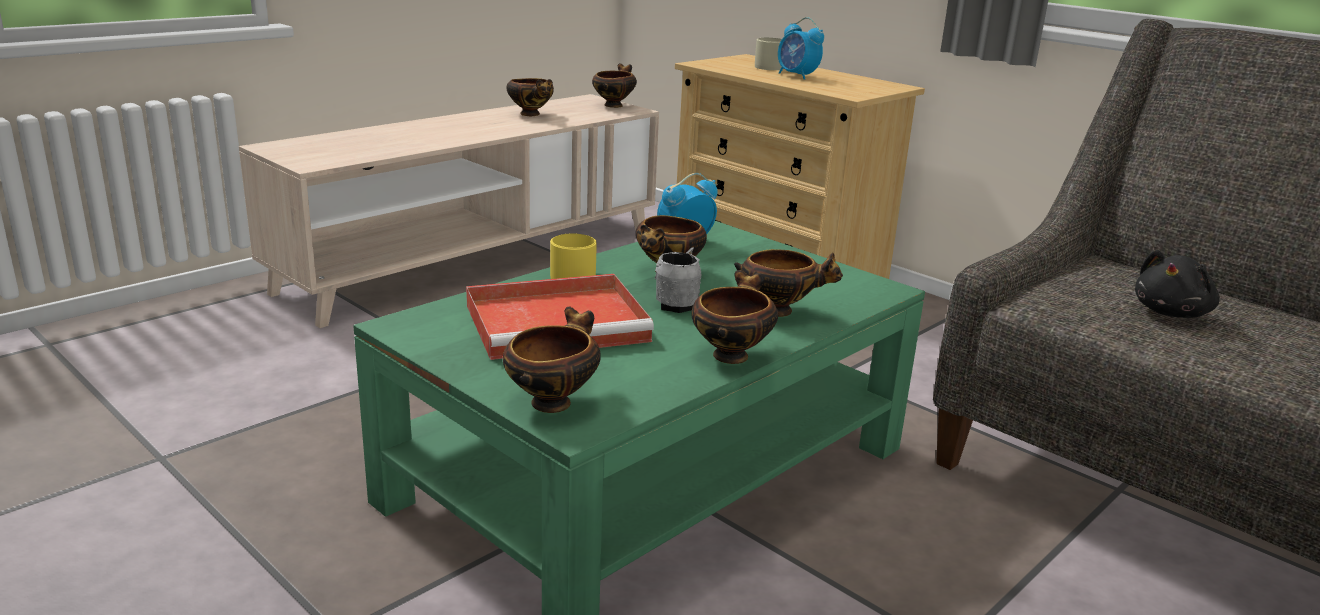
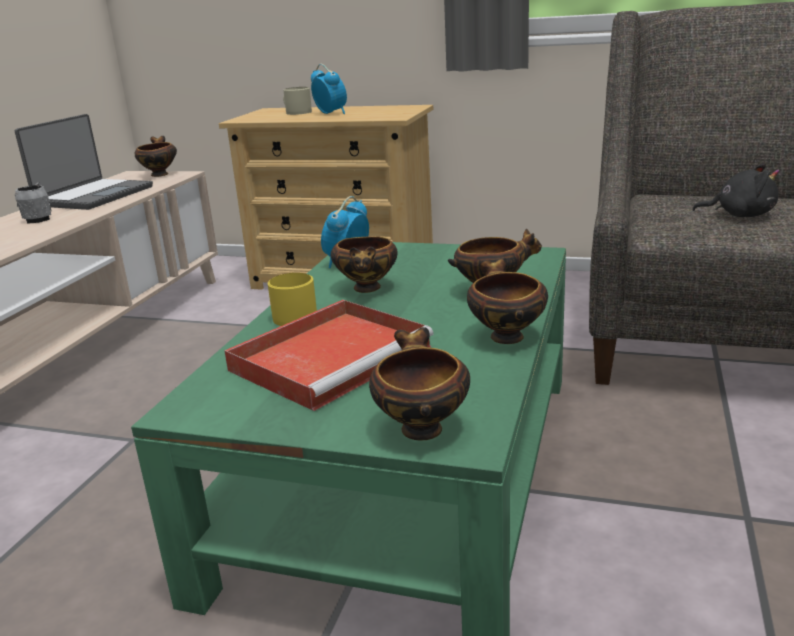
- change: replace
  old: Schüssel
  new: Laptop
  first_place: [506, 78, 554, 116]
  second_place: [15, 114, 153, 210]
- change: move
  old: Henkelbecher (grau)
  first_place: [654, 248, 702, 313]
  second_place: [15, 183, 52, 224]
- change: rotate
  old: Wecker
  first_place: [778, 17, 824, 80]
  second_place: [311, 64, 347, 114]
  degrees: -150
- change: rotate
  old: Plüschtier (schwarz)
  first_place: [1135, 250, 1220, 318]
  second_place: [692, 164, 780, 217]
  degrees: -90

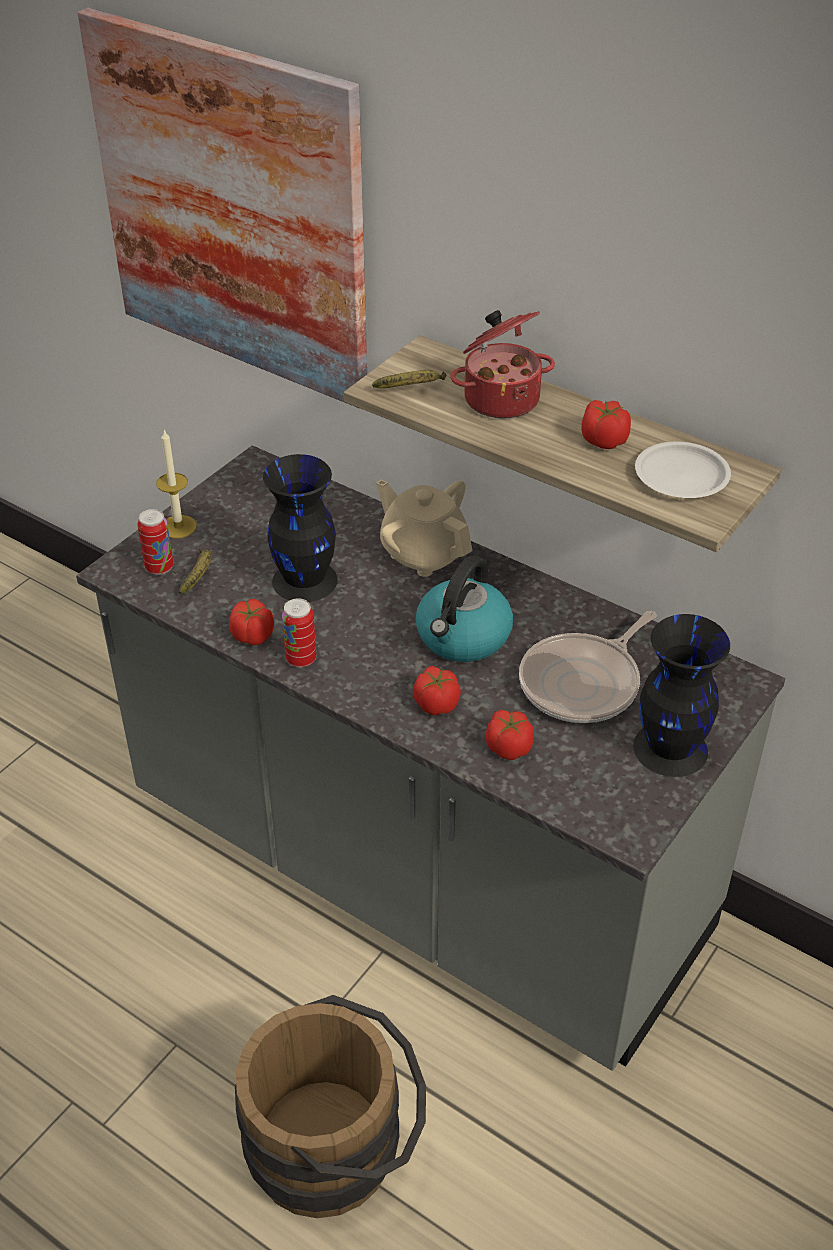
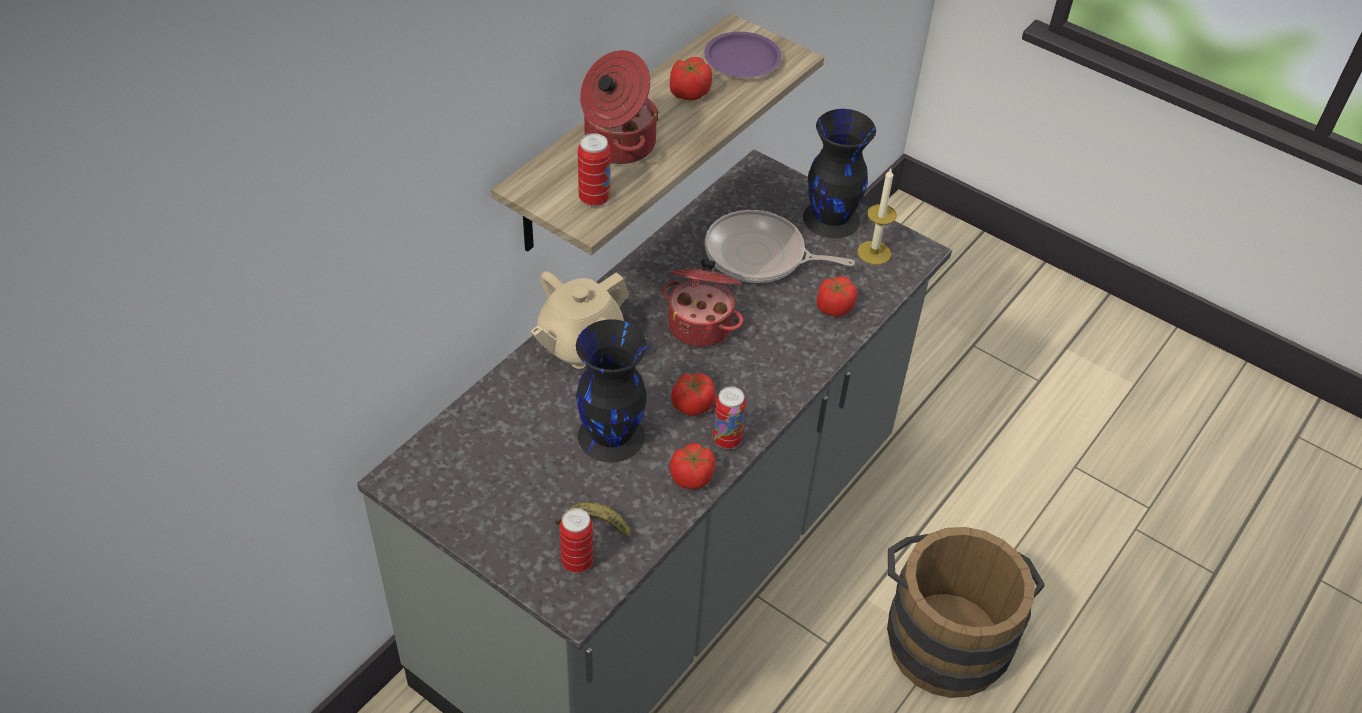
- change: delete
  old: Bild
  first_place: [78, 8, 367, 408]
- change: move
  old: Kerze
  first_place: [156, 430, 197, 538]
  second_place: [857, 169, 897, 265]
- change: replace
  old: Banane
  new: Dose
  first_place: [372, 370, 446, 388]
  second_place: [578, 133, 610, 207]
- change: move
  old: Tomate
  first_place: [413, 666, 461, 716]
  second_place: [671, 373, 716, 416]
- change: replace
  old: Wasserkessel
  new: Kochtopf
  first_place: [416, 556, 513, 662]
  second_place: [661, 259, 743, 347]
- change: rotate
  old: Pfanne
  first_place: [519, 611, 656, 723]
  second_place: [705, 210, 855, 283]
  degrees: 150
- change: recolor
  old: Teller (weiß)
  new: Teller (lila)
  first_place: [635, 441, 731, 498]
  second_place: [704, 32, 782, 78]

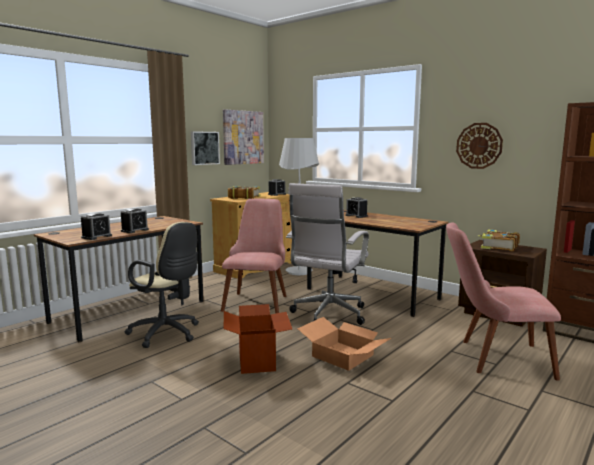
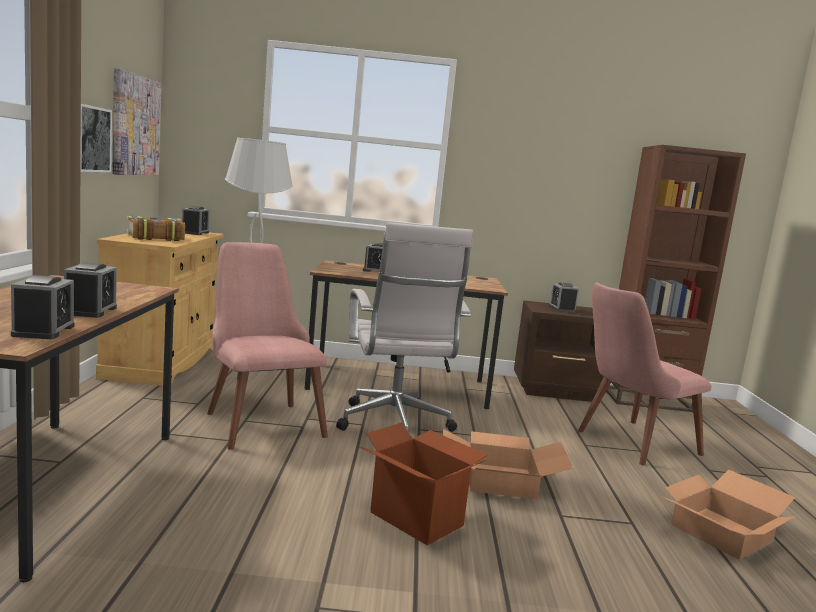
- change: delete
  old: Bürostuhl (beige)
  first_place: [125, 222, 199, 348]
- change: delete
  old: Wanduhr
  first_place: [456, 123, 503, 169]
- change: replace
  old: Buch
  new: Wecker
  first_place: [478, 229, 520, 252]
  second_place: [549, 283, 579, 313]
- change: insert
  new: Karton
  second_place: [661, 469, 796, 560]

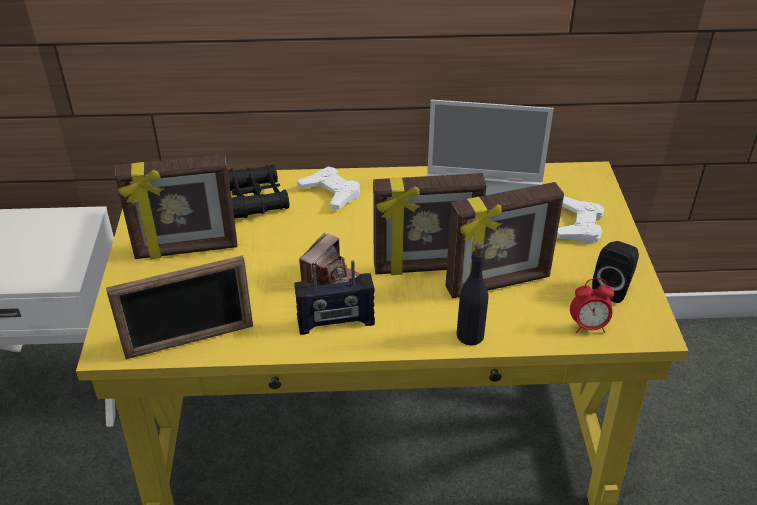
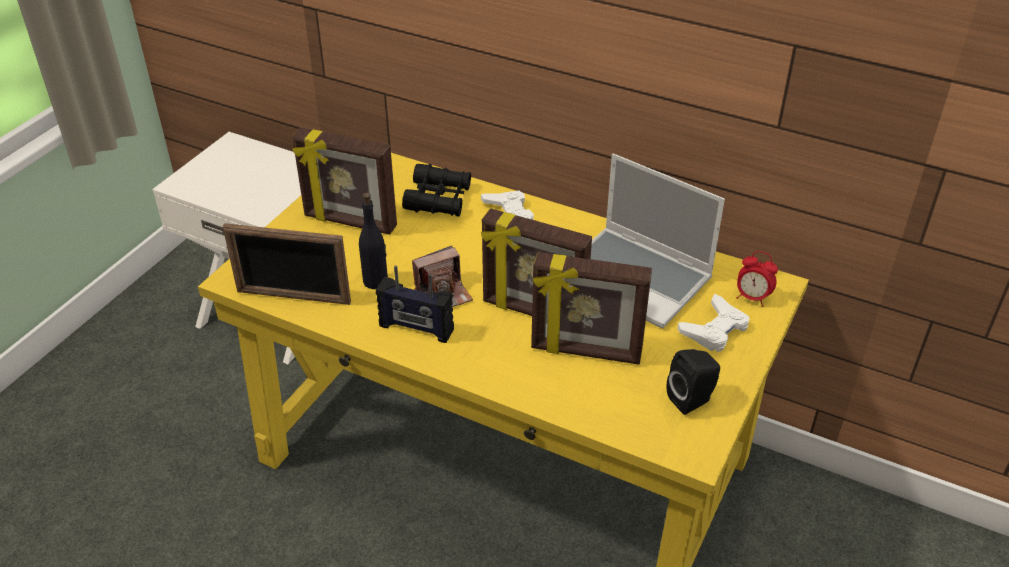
- change: move
  old: Flasche (schwarz)
  first_place: [456, 243, 489, 345]
  second_place: [359, 193, 388, 289]
- change: move
  old: Wecker
  first_place: [570, 278, 614, 333]
  second_place: [737, 251, 778, 307]

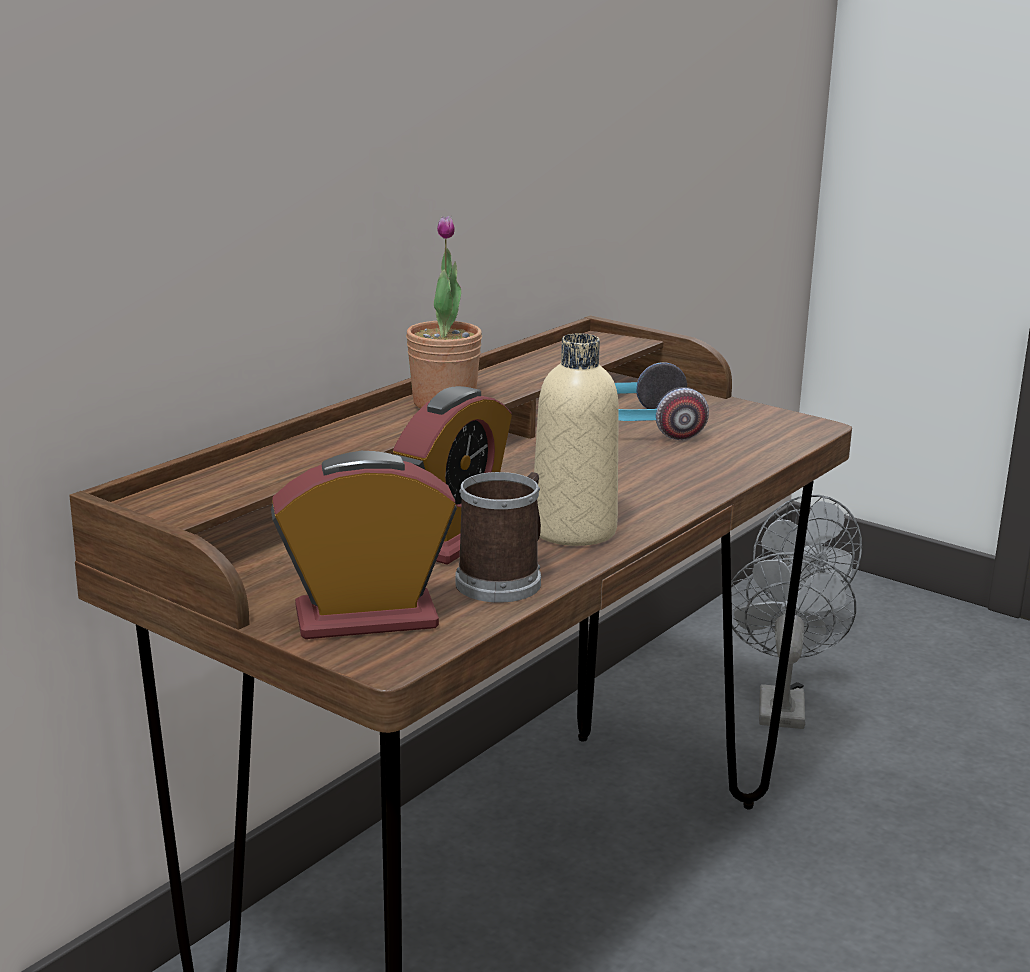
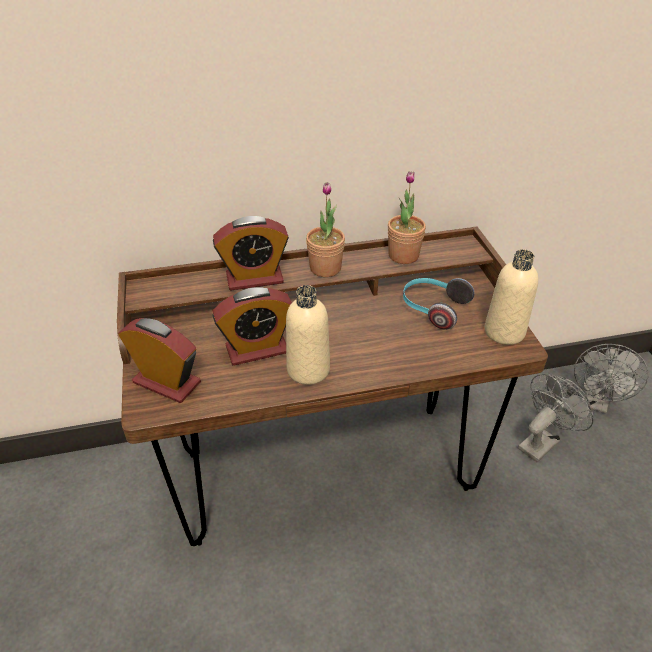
- change: delete
  old: Henkelbecher
  first_place: [455, 472, 541, 603]
- change: insert
  new: Wecker
  second_place: [213, 216, 289, 290]
- change: insert
  new: Topfpflanze
  second_place: [388, 171, 426, 264]
- change: insert
  new: Flasche (beige)
  second_place: [485, 249, 538, 345]

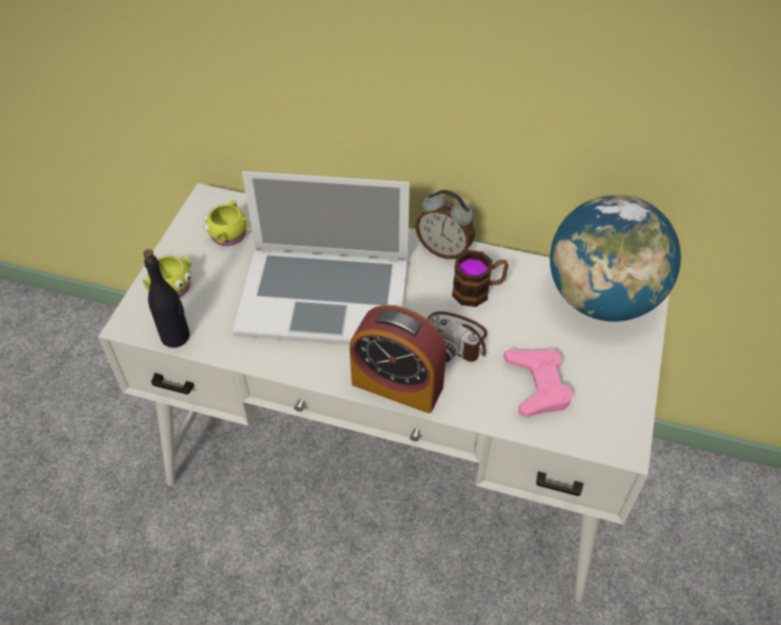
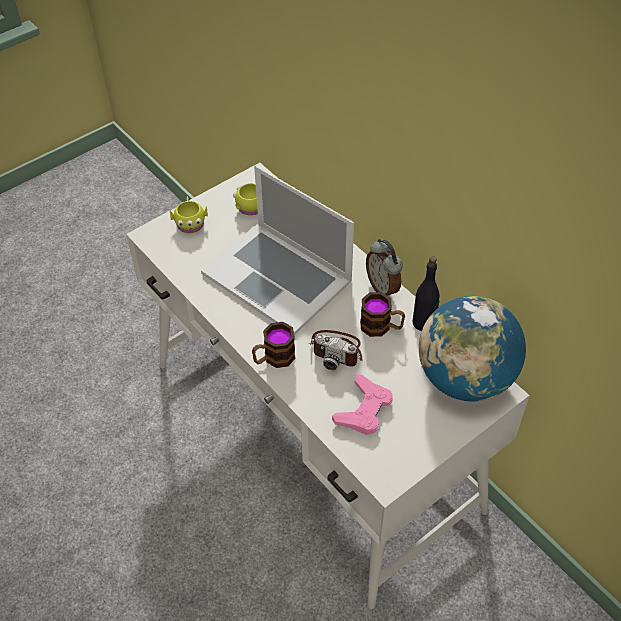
- change: move
  old: Flasche (schwarz)
  first_place: [143, 249, 190, 348]
  second_place: [412, 256, 440, 331]
- change: replace
  old: Wecker
  new: Henkelbecher
  first_place: [350, 305, 446, 413]
  second_place: [252, 322, 295, 368]
- change: rotate
  old: Kamera
  first_place: [427, 312, 487, 363]
  second_place: [309, 330, 363, 370]
  degrees: -45

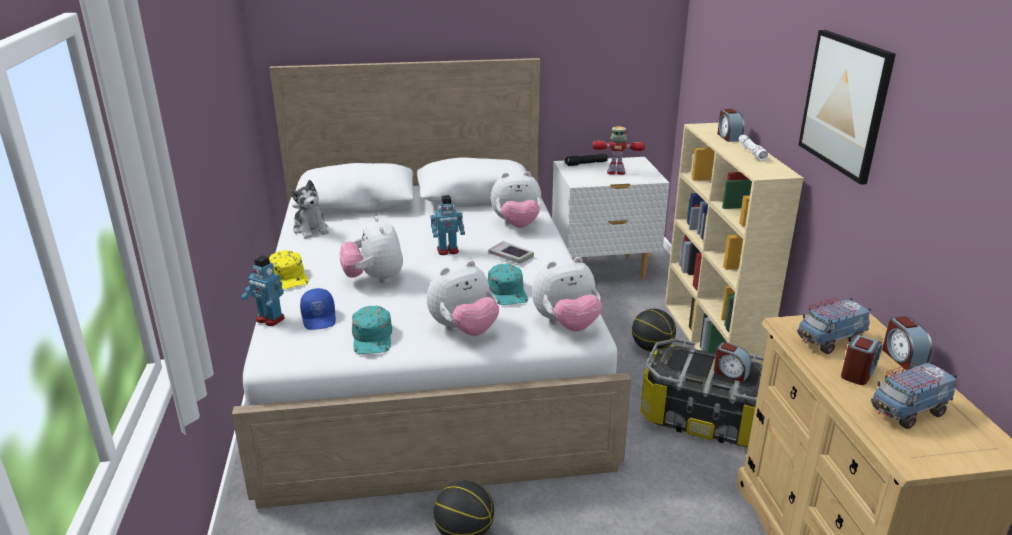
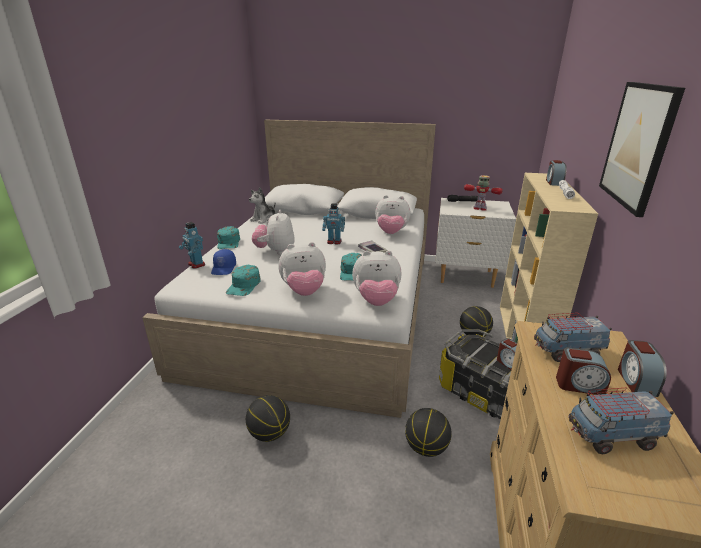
- change: recolor
  old: Kappe (gelb)
  new: Kappe (türkis)
  first_place: [269, 250, 309, 289]
  second_place: [217, 226, 240, 249]
- change: rotate
  old: Plüschtier
  first_place: [290, 180, 329, 239]
  second_place: [249, 187, 276, 224]
  degrees: 45
- change: rotate
  old: Wecker
  first_place: [841, 334, 882, 385]
  second_place: [556, 347, 611, 395]
  degrees: 45
- change: insert
  new: Basketball
  second_place: [405, 408, 452, 457]

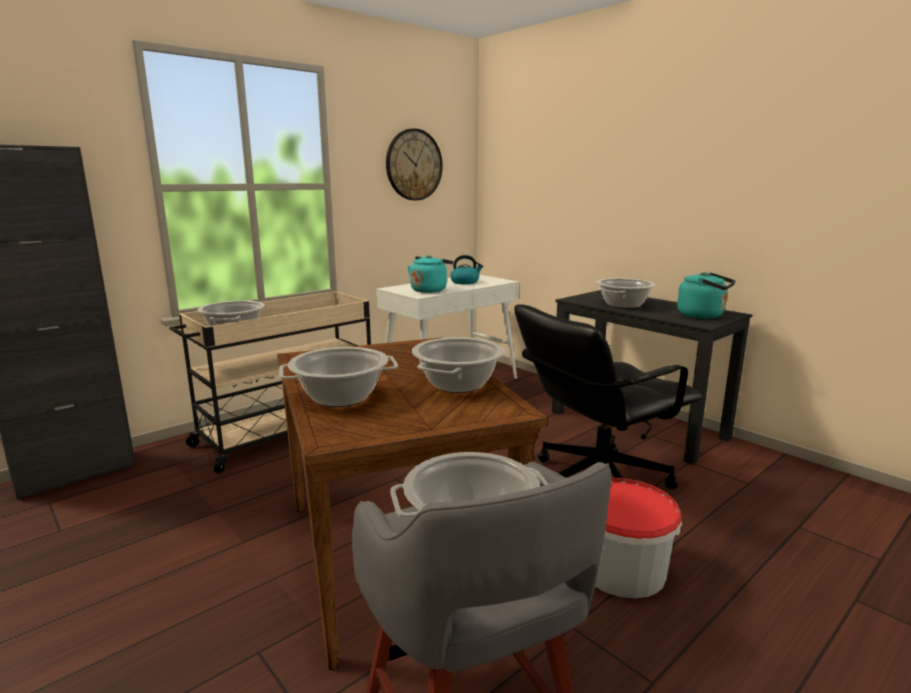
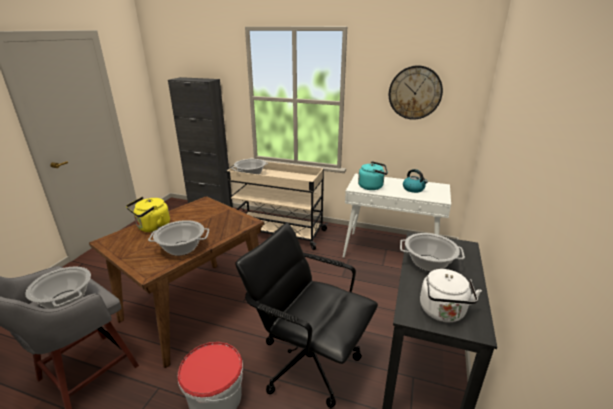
- change: replace
  old: Kochtopf
  new: Wasserkessel (gelb)
  first_place: [279, 347, 398, 407]
  second_place: [126, 197, 170, 232]
- change: recolor
  old: Wasserkessel (türkis)
  new: Wasserkessel (weiß)
  first_place: [677, 272, 736, 319]
  second_place: [420, 269, 482, 322]

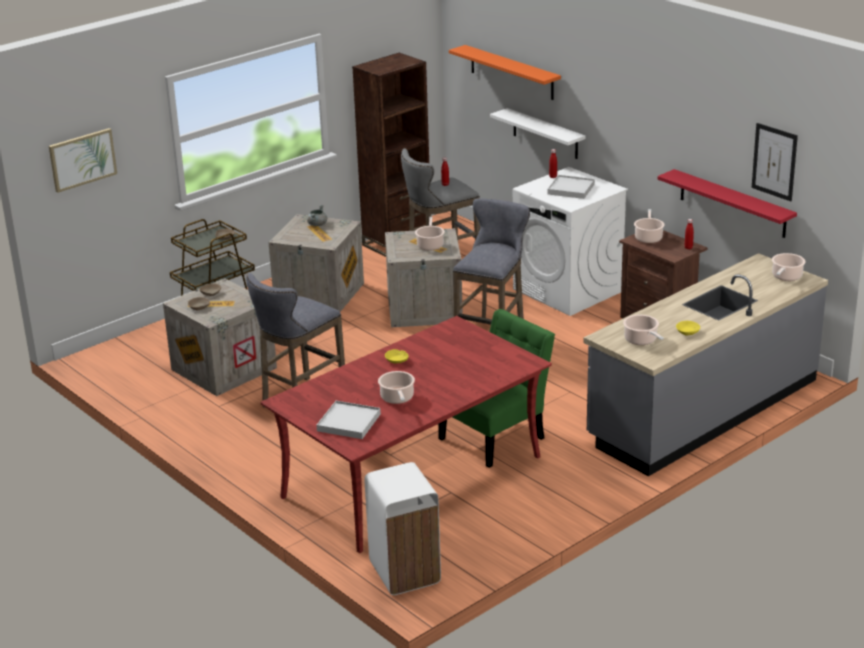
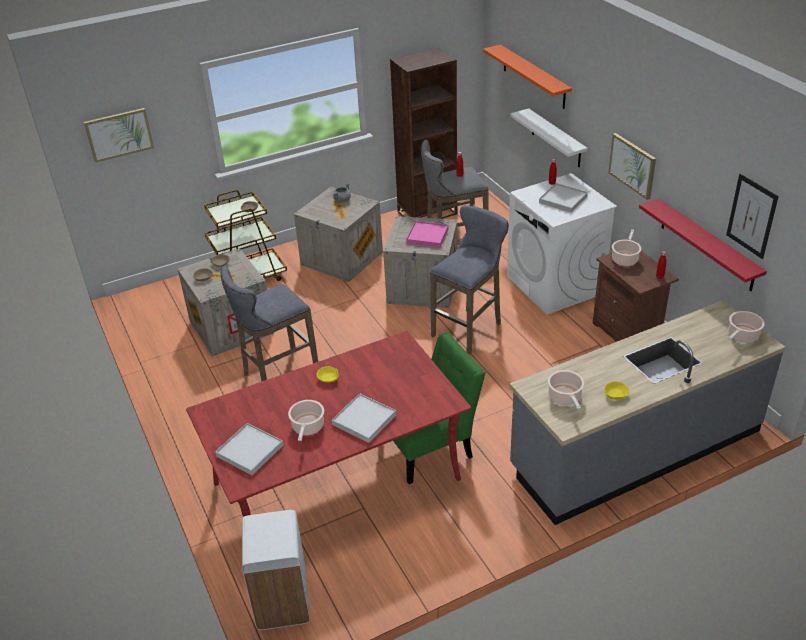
- change: replace
  old: Kochtopf
  new: Tablett (rosa)
  first_place: [415, 217, 445, 251]
  second_place: [406, 221, 448, 248]
- change: insert
  new: Tablett (weiß)
  second_place: [332, 393, 396, 443]
- change: insert
  new: Bild
  second_place: [608, 133, 656, 200]

